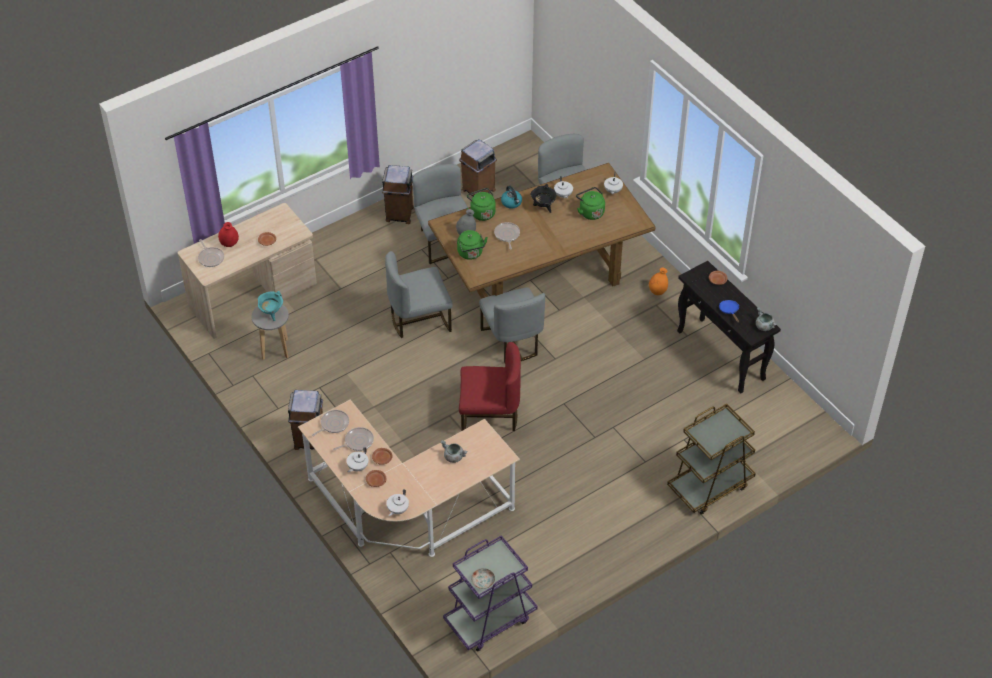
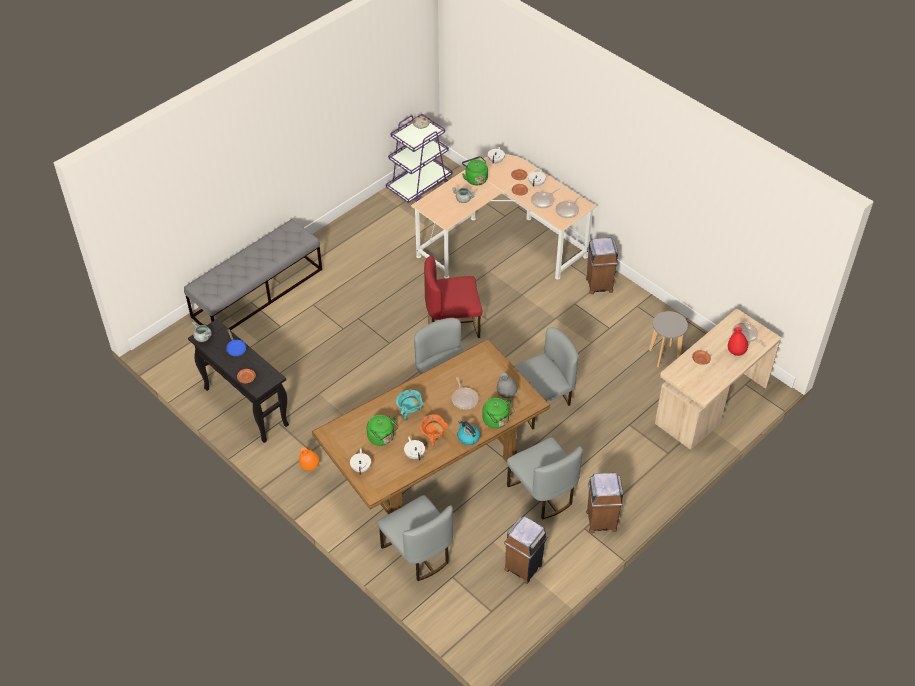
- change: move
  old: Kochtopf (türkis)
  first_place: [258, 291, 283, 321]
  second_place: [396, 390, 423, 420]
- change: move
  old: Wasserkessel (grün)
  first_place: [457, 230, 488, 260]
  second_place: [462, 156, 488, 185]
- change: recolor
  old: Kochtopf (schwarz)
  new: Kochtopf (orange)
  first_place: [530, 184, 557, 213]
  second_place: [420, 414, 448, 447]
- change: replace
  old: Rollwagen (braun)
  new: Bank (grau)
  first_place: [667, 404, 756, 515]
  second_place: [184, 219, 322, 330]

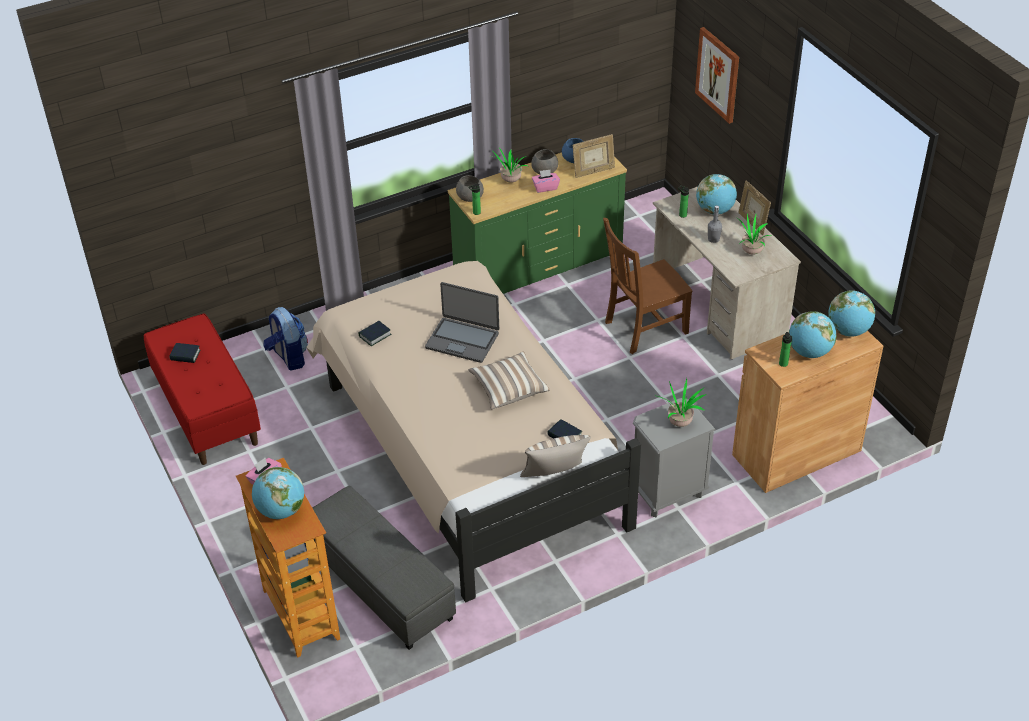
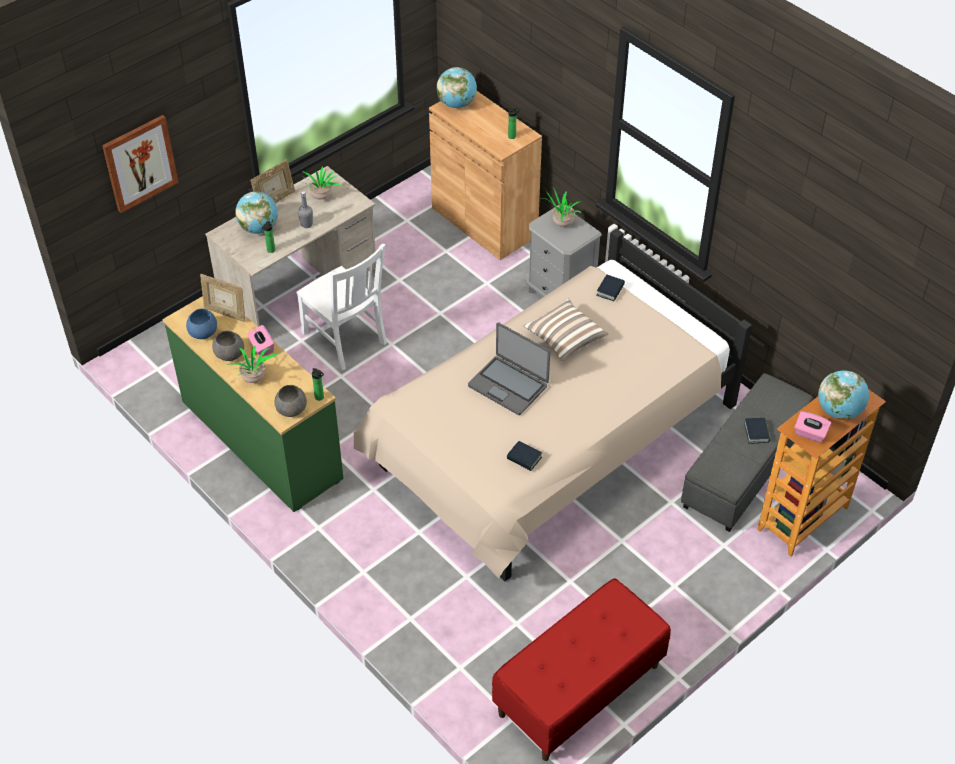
- change: move
  old: Buch
  first_place: [169, 343, 201, 363]
  second_place: [744, 418, 770, 444]
- change: delete
  old: Rucksack
  first_place: [263, 307, 308, 370]
- change: rotate
  old: Laptop
  first_place: [425, 282, 499, 363]
  second_place: [468, 322, 550, 415]
  degrees: 120
- change: delete
  old: Kissen
  first_place: [520, 435, 591, 477]
- change: rotate
  old: Bilderrahmen
  first_place: [573, 134, 615, 178]
  second_place: [200, 274, 245, 322]
  degrees: 150
- change: recolor
  old: Stuhl (braun)
  new: Stuhl (weiß)
  first_place: [603, 218, 692, 354]
  second_place: [296, 244, 387, 370]
- change: delete
  old: Globus
  first_place: [789, 311, 837, 358]

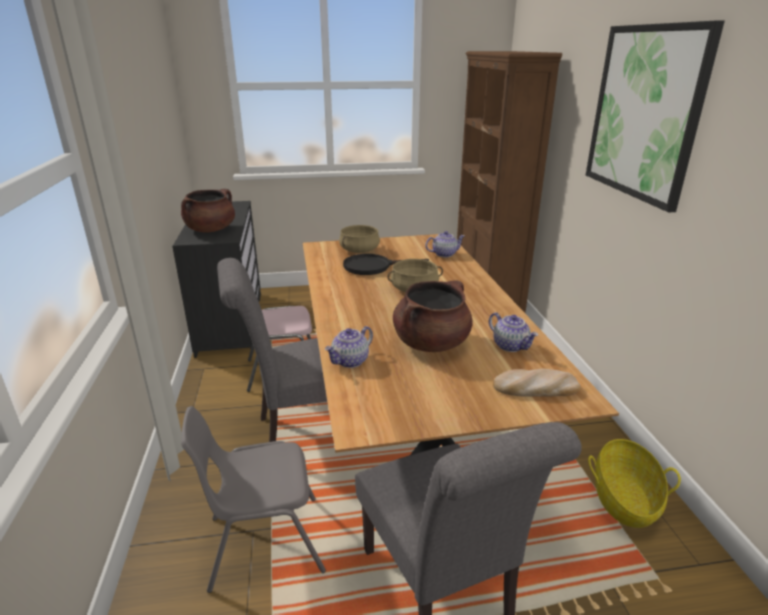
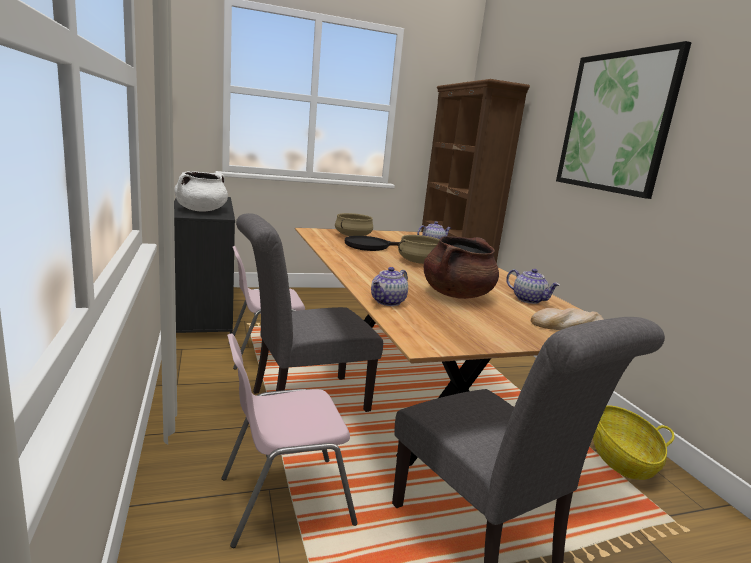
- change: recolor
  old: Kochtopf (braun)
  new: Kochtopf (weiß)
  first_place: [181, 189, 235, 232]
  second_place: [174, 171, 228, 211]
- change: recolor
  old: Stuhl (grau)
  new: Stuhl (rosa)
  first_place: [181, 406, 326, 593]
  second_place: [221, 333, 358, 548]

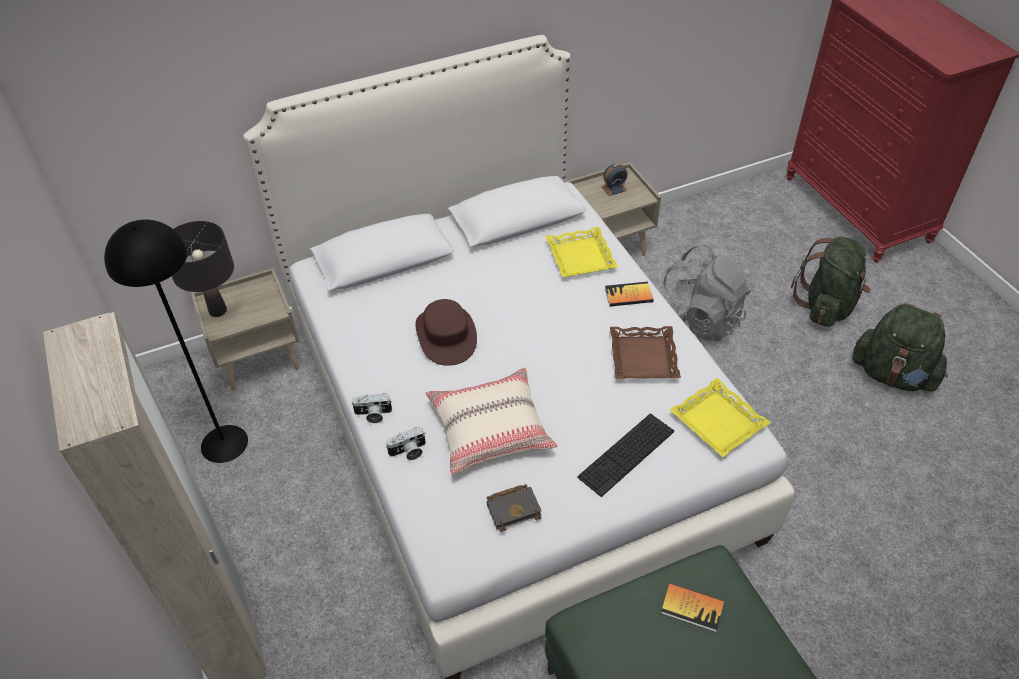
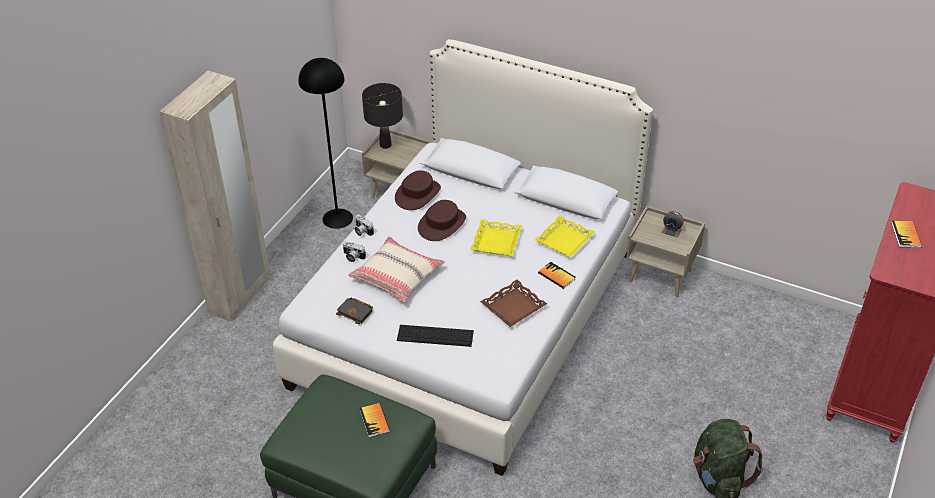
- change: delete
  old: Rucksack (grau)
  first_place: [663, 245, 751, 341]
- change: move
  old: Tablett (gelb)
  first_place: [669, 378, 771, 457]
  second_place: [470, 219, 522, 256]
- change: delete
  old: Rucksack (grün)
  first_place: [791, 237, 871, 327]
- change: insert
  new: Hut (braun)
  second_place: [395, 170, 441, 210]
- change: insert
  new: Buch
  second_place: [891, 220, 922, 248]

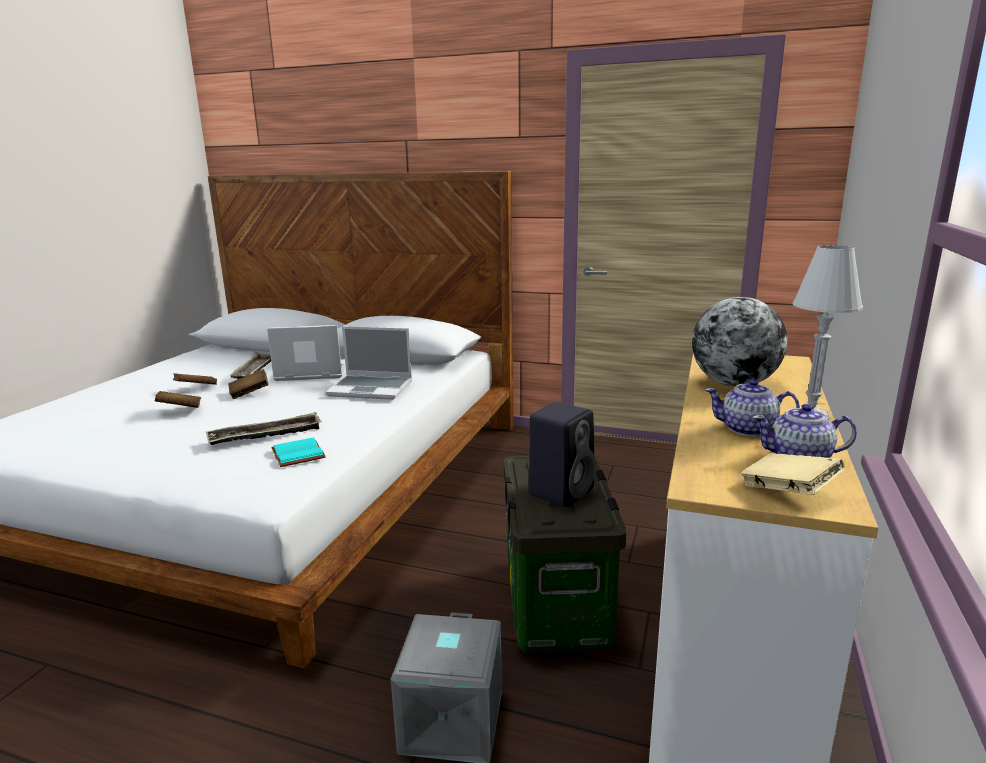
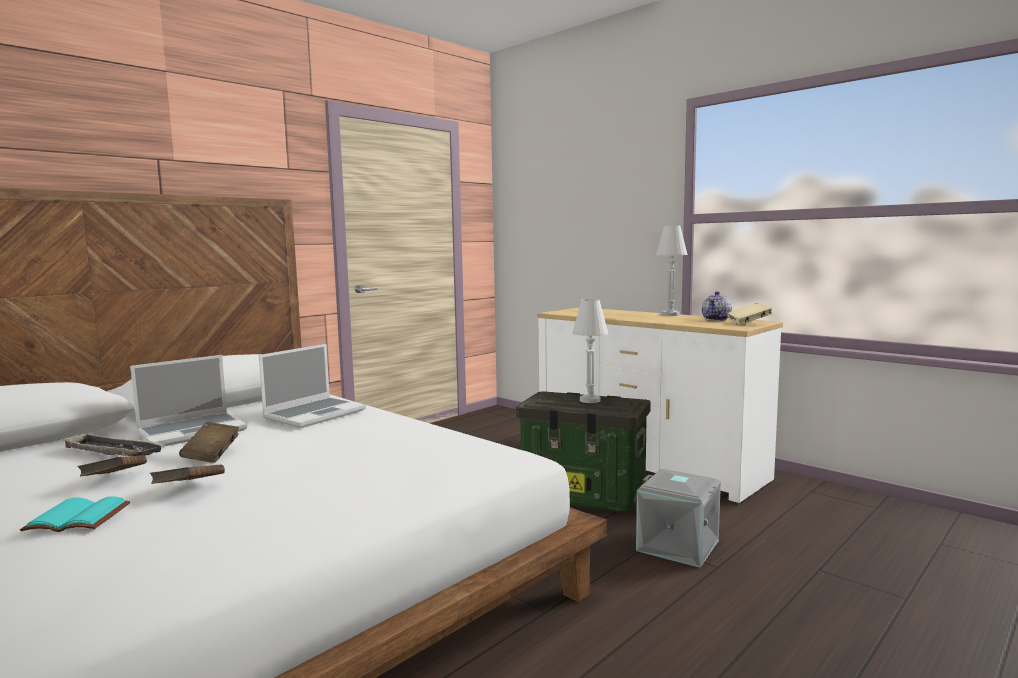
- change: delete
  old: Tablett
  first_place: [206, 412, 322, 445]
- change: rotate
  old: Laptop
  first_place: [267, 325, 346, 381]
  second_place: [130, 355, 247, 447]
  degrees: -150
- change: move
  old: Buch (türkis)
  first_place: [271, 437, 326, 467]
  second_place: [20, 496, 130, 532]
- change: replace
  old: Lautsprecher (schwarz)
  new: Tischlampe (weiß)
  first_place: [529, 402, 596, 507]
  second_place: [572, 299, 608, 403]
- change: delete
  old: Globus
  first_place: [692, 297, 787, 387]
- change: delete
  old: Teekanne
  first_place: [705, 379, 800, 437]

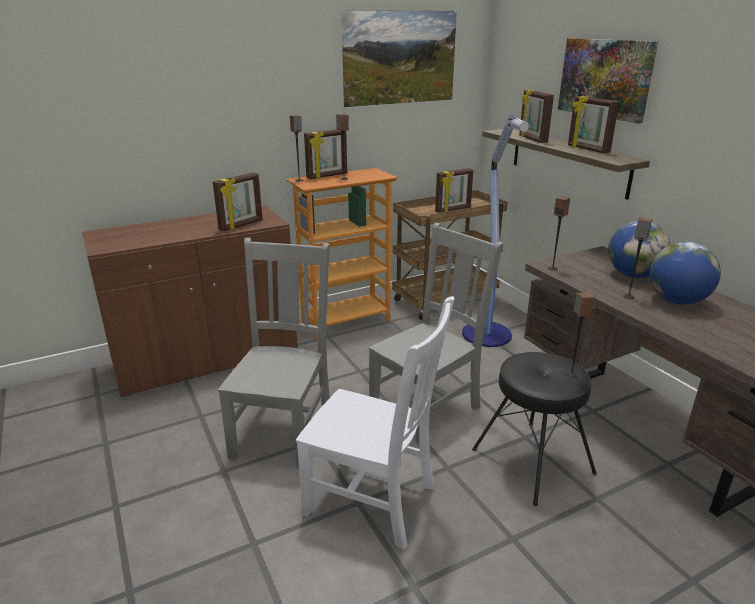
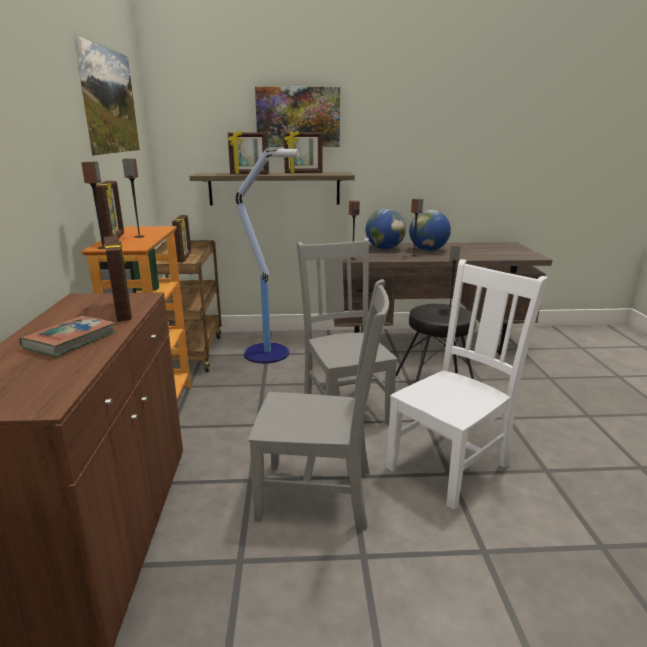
- change: rotate
  old: Stuhl (grau)
  first_place: [218, 238, 330, 469]
  second_place: [249, 279, 389, 530]
  degrees: 150
- change: insert
  new: Buch
  second_place: [20, 316, 116, 357]

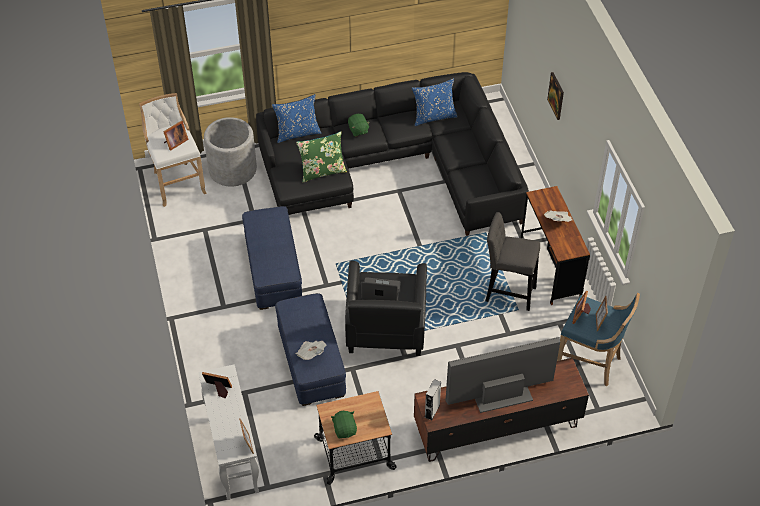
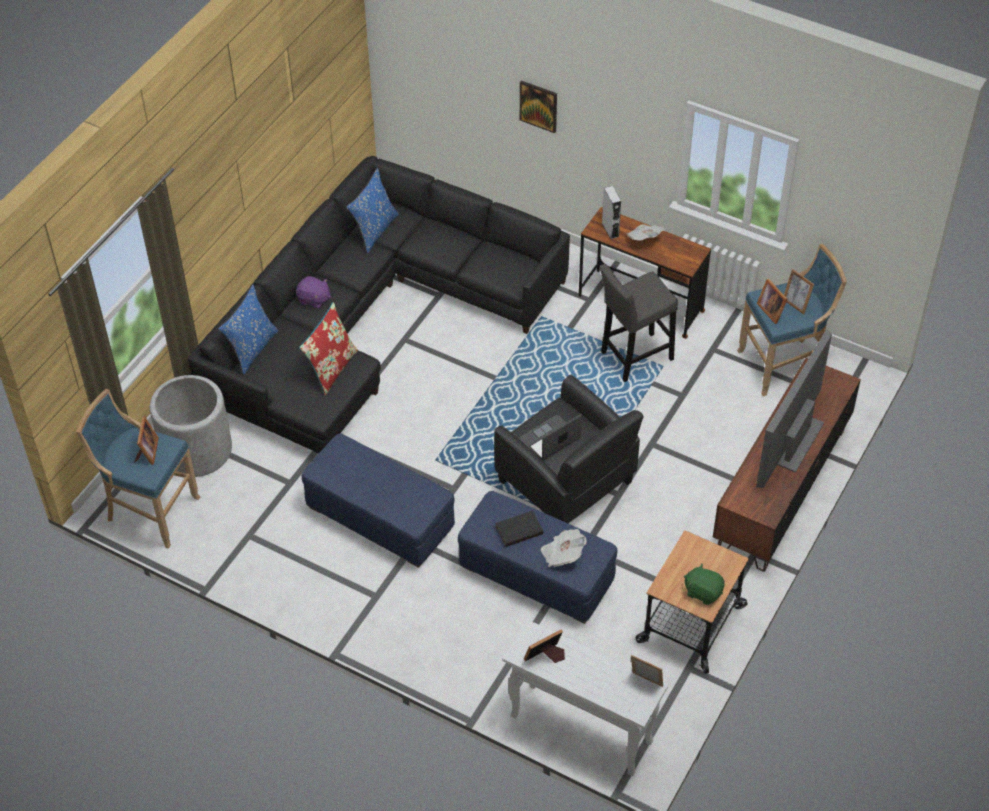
- change: recolor
  old: Hocker (weiß)
  new: Hocker (blau)
  first_place: [139, 93, 207, 207]
  second_place: [76, 389, 200, 549]
- change: recolor
  old: Kissen (grün)
  new: Kissen (rot)
  first_place: [296, 131, 347, 182]
  second_place: [299, 302, 358, 395]
- change: recolor
  old: Plüschtier (grün)
  new: Plüschtier (lila)
  first_place: [348, 114, 370, 137]
  second_place: [296, 276, 331, 309]
- change: move
  old: Lautsprecher (grau)
  first_place: [424, 379, 441, 420]
  second_place: [602, 186, 621, 239]
- change: insert
  new: Buch (schwarz)
  second_place: [495, 510, 543, 547]

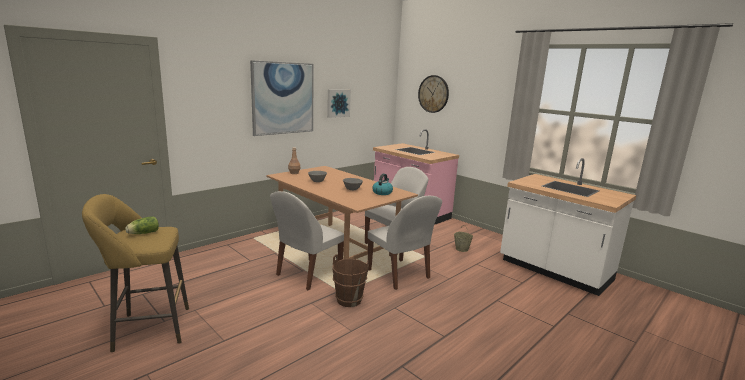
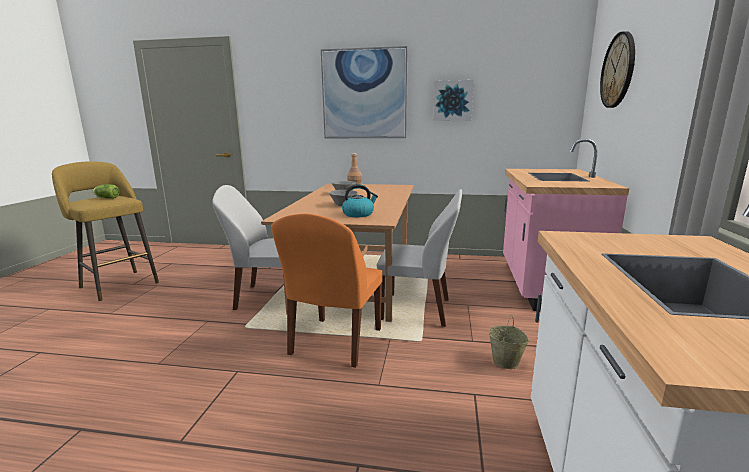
- change: delete
  old: Eimer (braun)
  first_place: [332, 254, 369, 307]
- change: recolor
  old: Stuhl (weiß)
  new: Stuhl (orange)
  first_place: [368, 196, 442, 290]
  second_place: [271, 213, 383, 368]

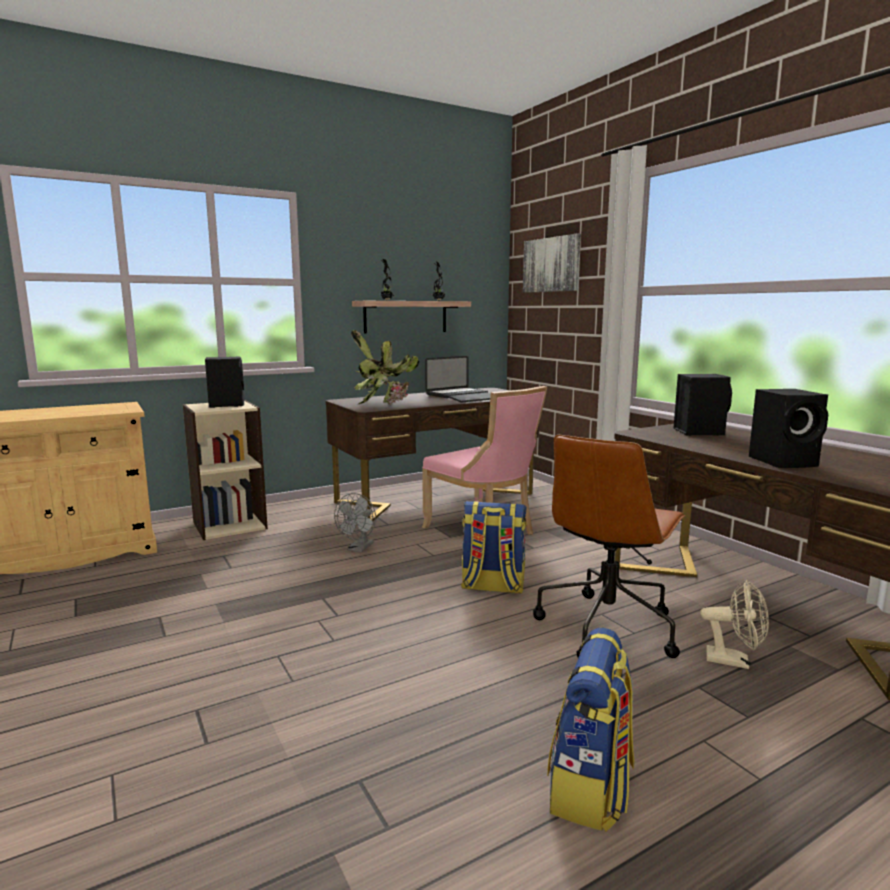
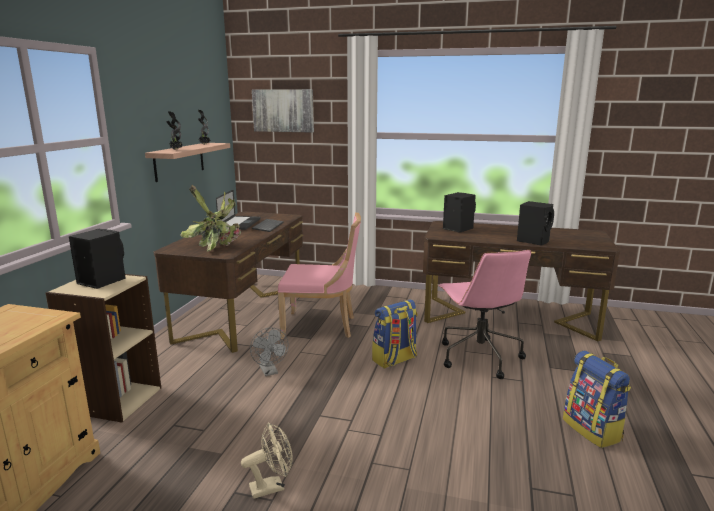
- change: recolor
  old: Bürostuhl (braun)
  new: Bürostuhl (rosa)
  first_place: [533, 435, 686, 658]
  second_place: [438, 250, 531, 379]
- change: move
  old: Ventilator (beige)
  first_place: [700, 579, 769, 669]
  second_place: [241, 422, 293, 499]

